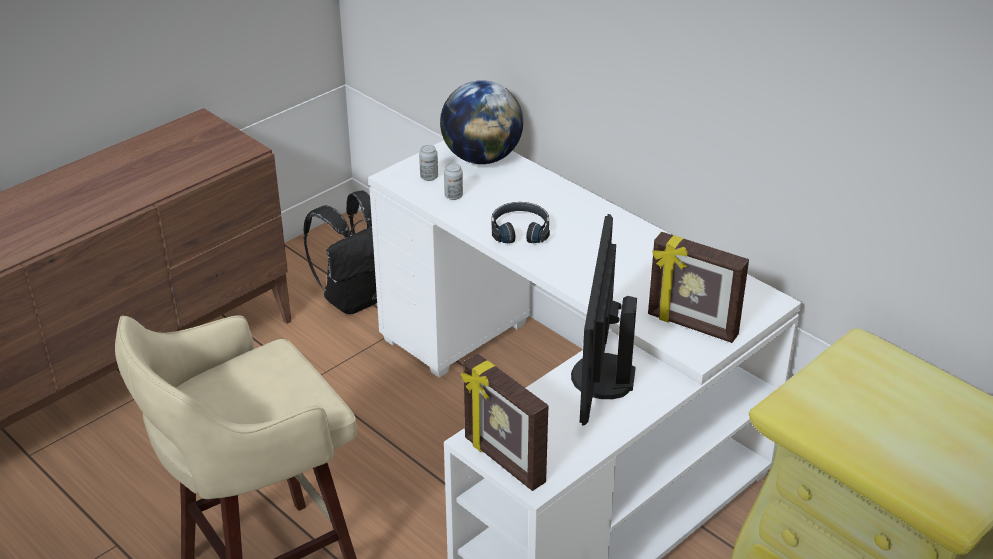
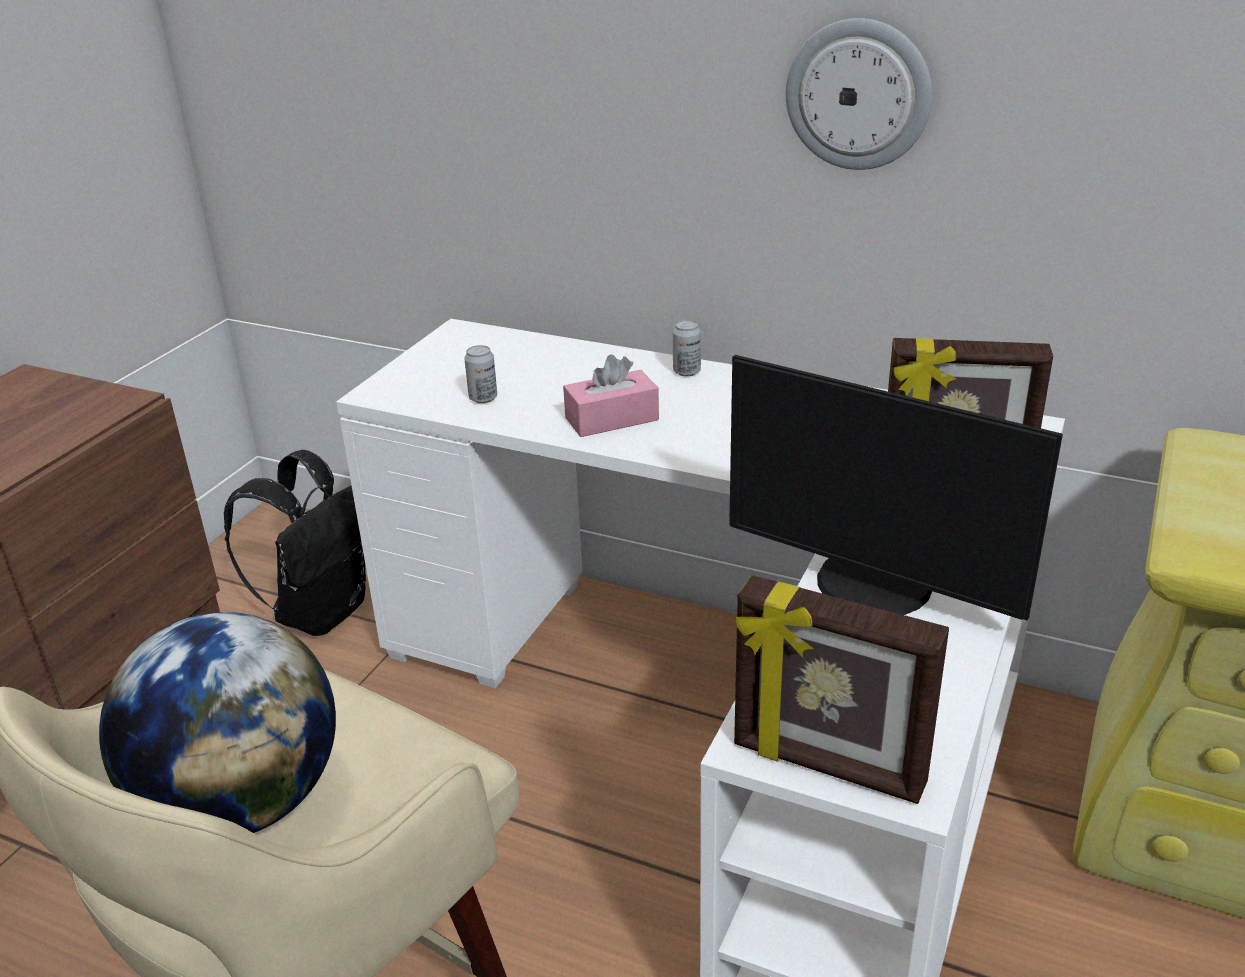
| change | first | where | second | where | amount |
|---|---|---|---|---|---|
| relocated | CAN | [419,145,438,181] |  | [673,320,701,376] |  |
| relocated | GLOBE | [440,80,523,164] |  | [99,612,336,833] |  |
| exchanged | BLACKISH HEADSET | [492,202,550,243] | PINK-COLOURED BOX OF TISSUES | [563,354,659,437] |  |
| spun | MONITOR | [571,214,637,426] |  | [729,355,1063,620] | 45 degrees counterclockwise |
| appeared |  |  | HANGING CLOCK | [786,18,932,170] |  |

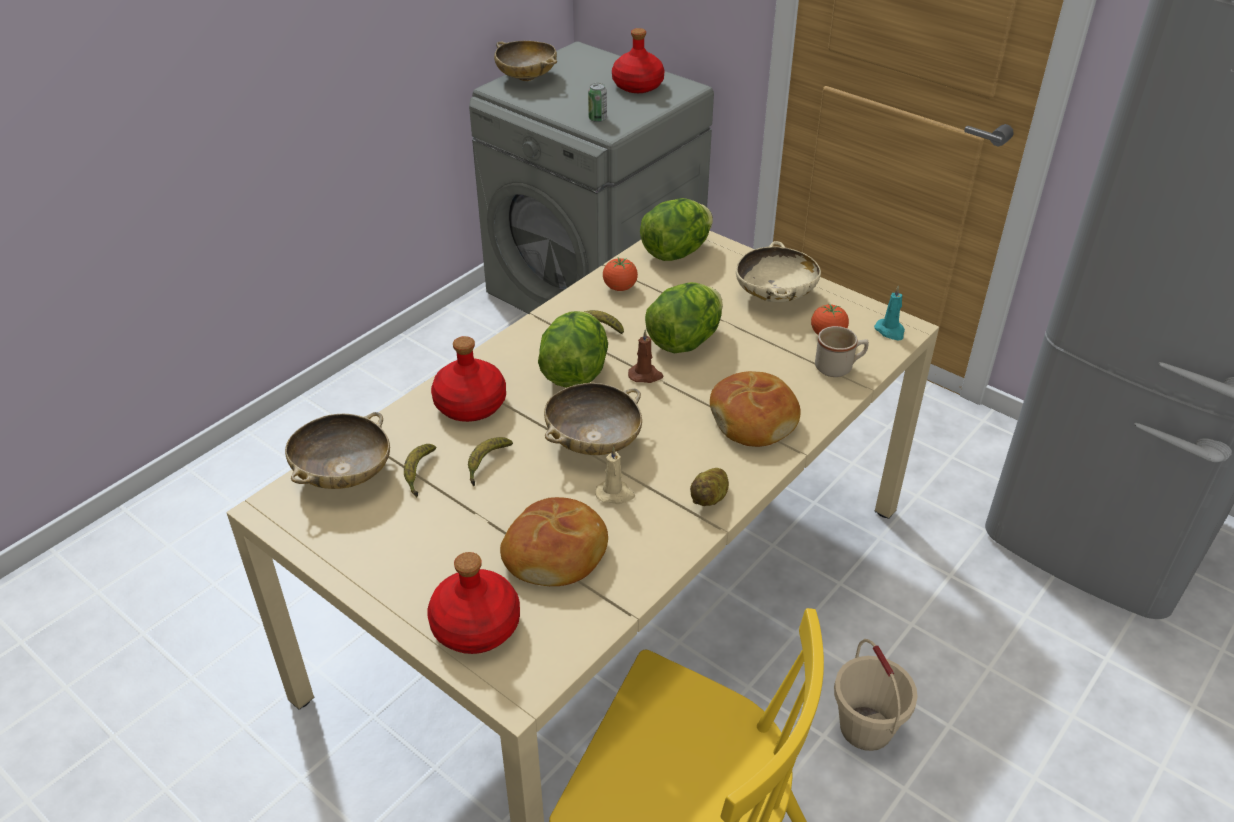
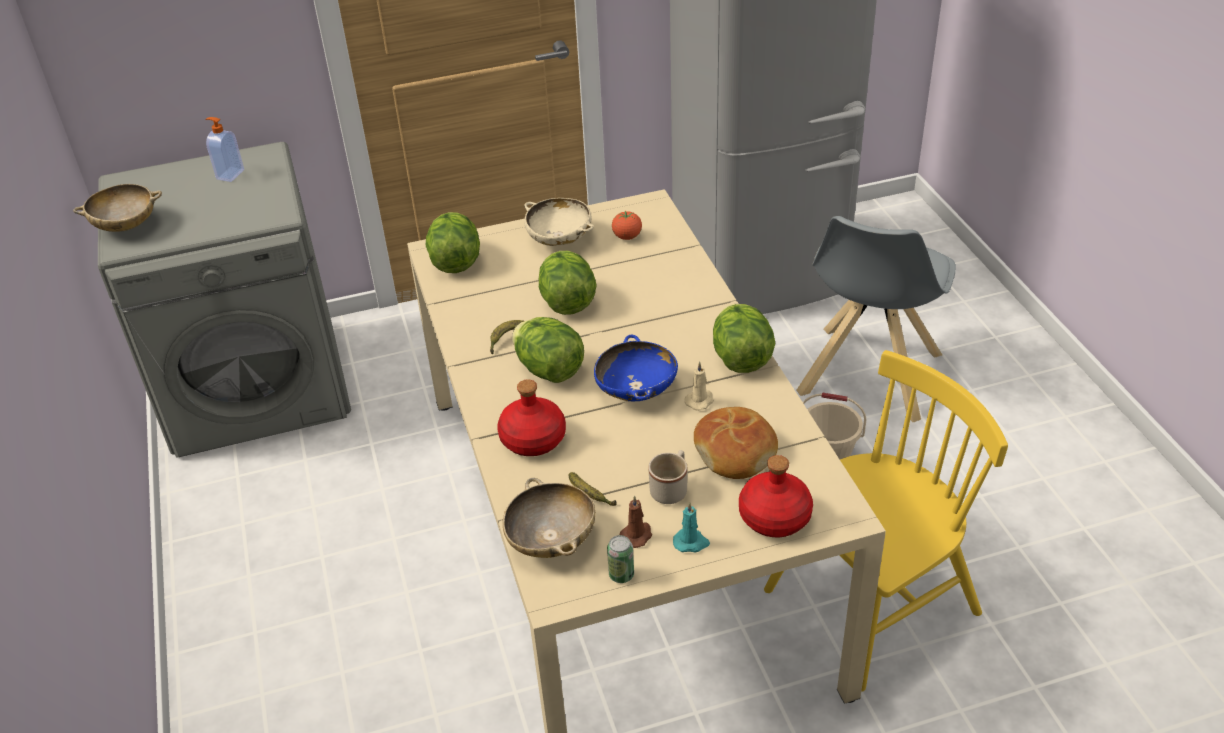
| change | first | where | second | where | amount |
|---|---|---|---|---|---|
| missing | WHOLE BANANA | [468,437,513,486] |  |  |  |
| colour | BEIGE DEEP DISH | [544,383,642,455] | BLUISH DEEP DISH | [594,335,678,401] |  |
| relocated | CAN | [588,83,607,122] |  | [607,535,634,583] |  |
| missing | FRESH TOMATO | [603,257,638,291] |  |  |  |
| exchanged | REDDISH DRINK BOTTLE | [612,28,665,93] | LIQUID SOAP BOTTLE | [205,117,244,182] |  |
| relocated | BROWN CANDLE | [628,329,663,383] |  | [620,496,652,548] |  |
| exchanged | POTATO | [690,468,729,506] | HEAD OF LETTUCE | [713,304,775,373] |  |
| missing | BAKERY BREAD | [710,371,801,447] |  |  |  |
| relocated | BEIGE MUG | [815,326,869,377] |  | [648,450,688,504] |  |
| relocated | TURQUOISE-COLOURED CANDLE | [874,285,905,341] |  | [673,502,710,553] |  |
| appeared |  |  | GREY CHAIR | [797,216,956,422] |  |

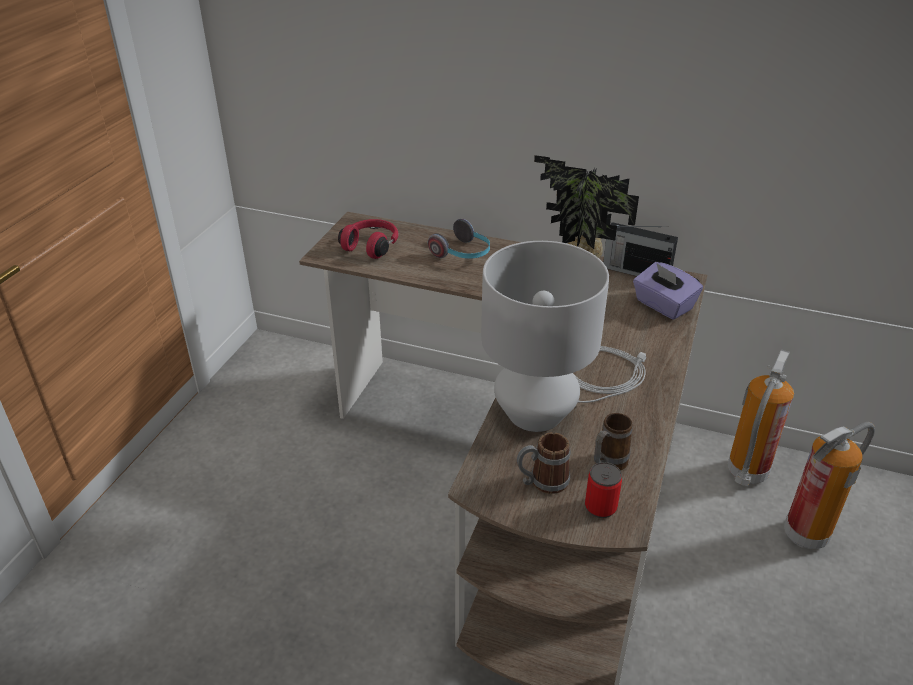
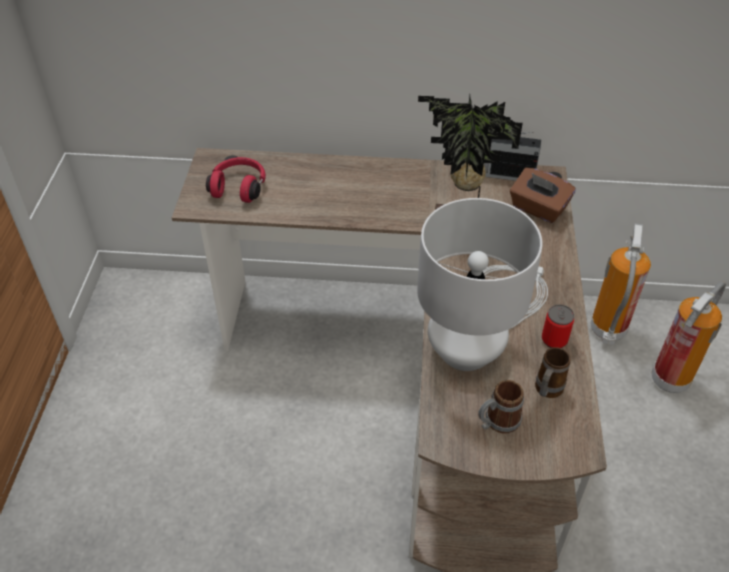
| change | first | where | second | where | amount |
|---|---|---|---|---|---|
| missing | HEADSET | [428,219,490,259] |  |  |  |
| relocated | CAN | [585,462,622,518] |  | [542,304,574,348] |  |
| colour | PURPLE-COLOURED BOX OF TISSUES | [633,262,703,320] | BROWN BOX OF TISSUES | [510,168,576,223] |  |

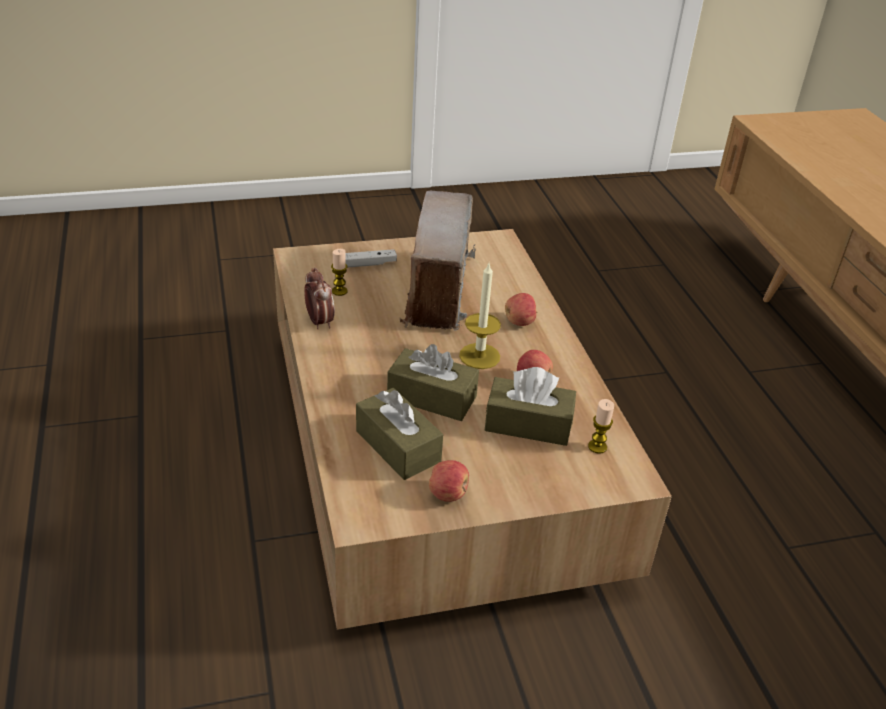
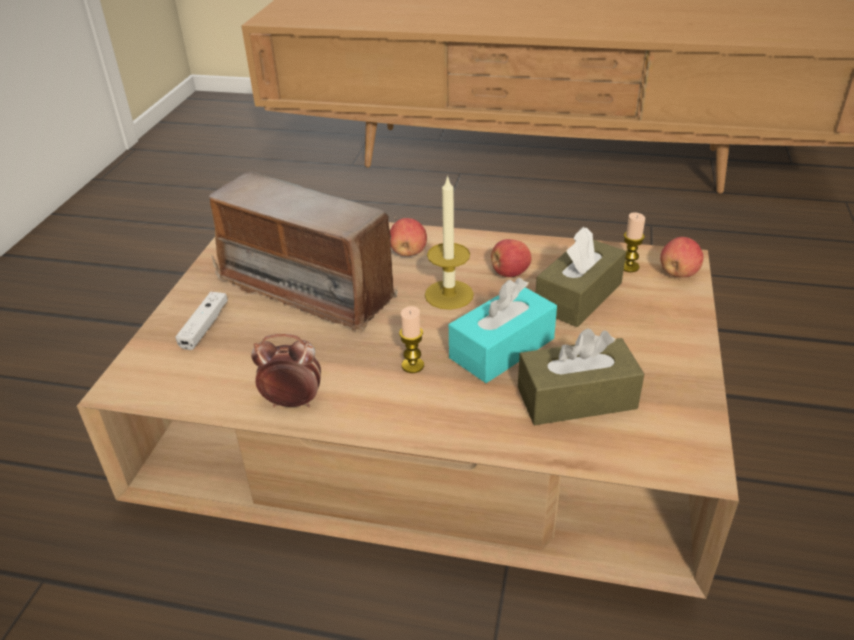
| change | first | where | second | where | amount |
|---|---|---|---|---|---|
| relocated | CANDLE | [331,249,348,296] |  | [399,306,424,373] |  |
| colour | BROWN BOX OF TISSUES | [387,344,479,421] | TURQUOISE-COLOURED BOX OF TISSUES | [449,278,557,383] |  |
| relocated | WHOLE APPLE | [429,460,469,502] |  | [660,237,703,277] |  |

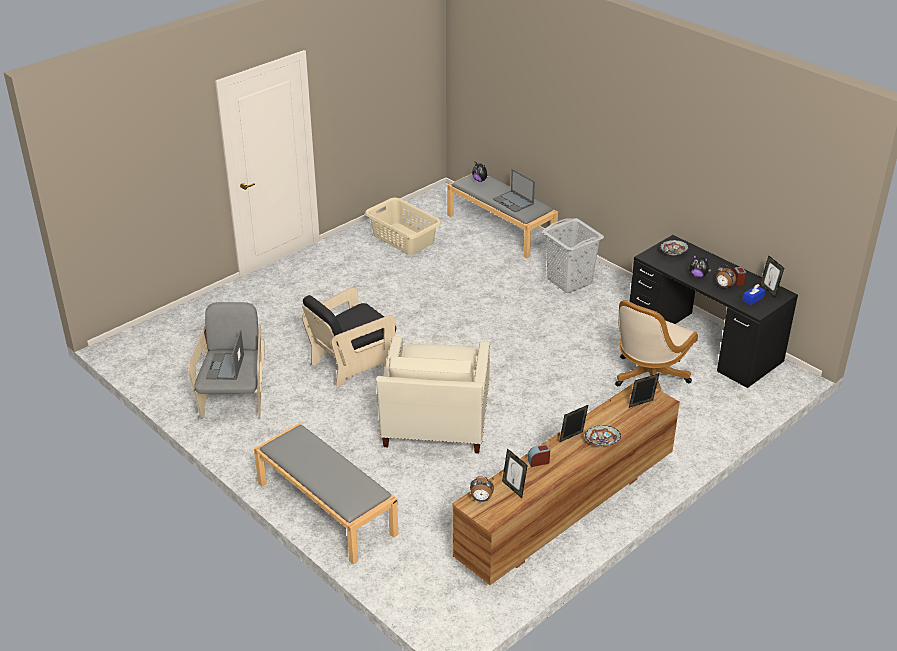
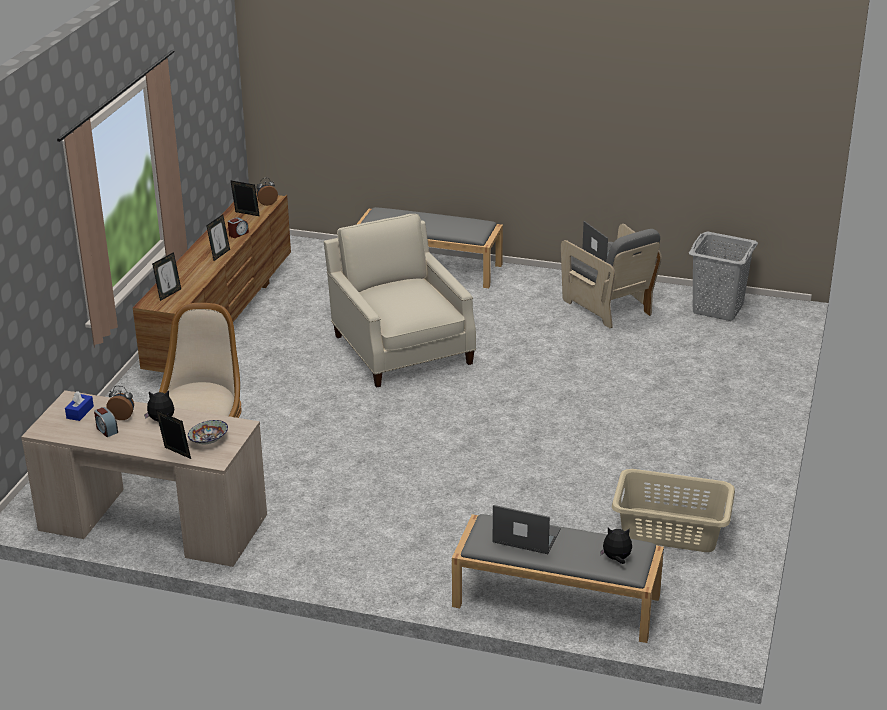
| change | first | where | second | where | amount |
|---|---|---|---|---|---|
| missing | BLACKISH ARMCHAIR | [302,287,396,386] |  |  |  |
| relocated | GREY HAMPER | [542,218,604,293] |  | [689,231,758,321] |  |
| missing | DEEP DISH | [585,425,621,446] |  |  |  |
| colour | BLACKISH DESK | [629,235,798,388] | BEIGE DESK | [21,390,267,567] |  |
| relocated | STANDING FRAME | [760,256,784,297] |  | [156,410,191,459] |  |

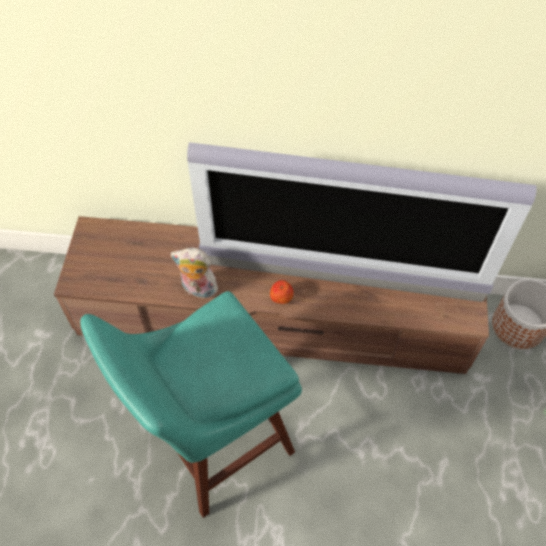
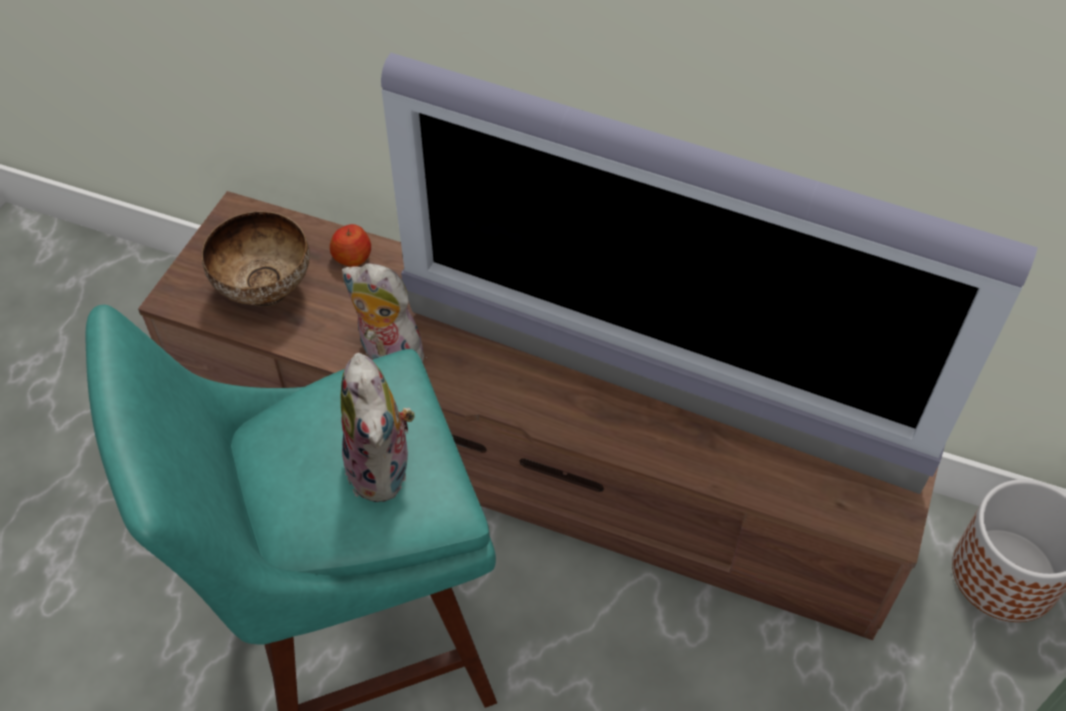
| change | first | where | second | where | amount |
|---|---|---|---|---|---|
| relocated | WHOLE APPLE | [270,280,294,304] |  | [330,224,371,267] |  |
| appeared |  |  | DEEP DISH | [202,211,310,307] |  |
| appeared |  |  | PLUSH TOY | [341,353,415,502] |  |

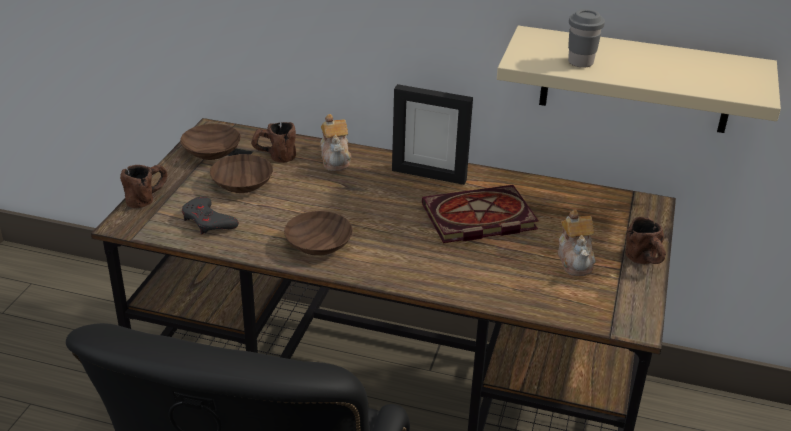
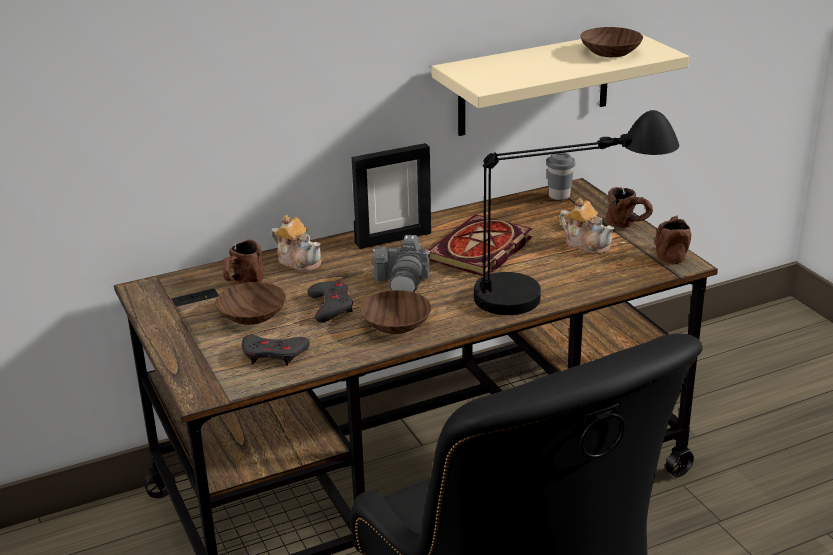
| change | first | where | second | where | amount |
|---|---|---|---|---|---|
| relocated | BROWN MUG | [120,165,168,208] |  | [655,215,691,264] |  |
| relocated | BROWN DEEP DISH | [180,124,241,160] |  | [580,27,643,57] |  |
| relocated | GREY SMALL CUP | [568,9,605,68] |  | [546,153,576,200] |  |
| appeared |  |  | GREY GAME CONTROLLER | [307,281,353,323] |  |
| appeared |  |  | STILL CAMERA | [372,235,430,292] |  |
| appeared |  |  | BLACKISH TABLETOP LAMP | [474,110,679,315] |  |

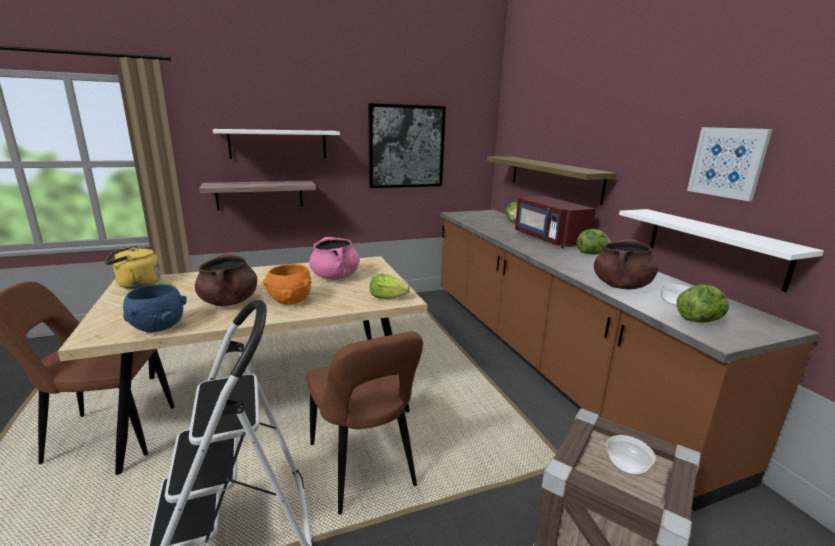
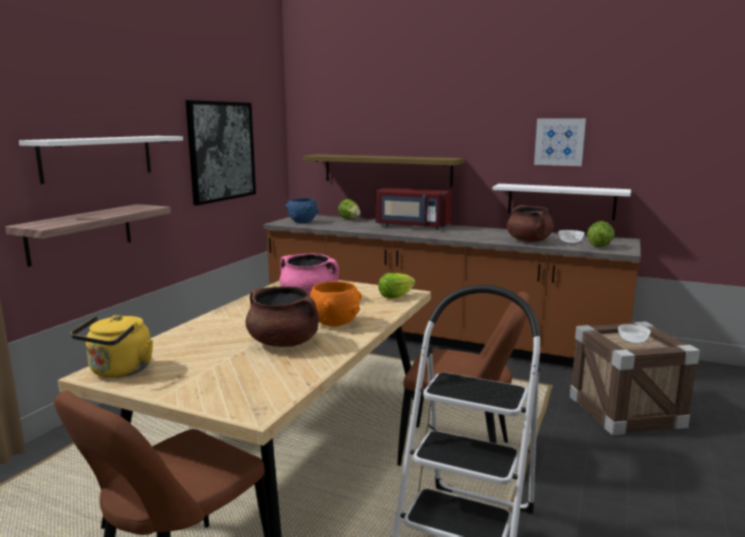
| change | first | where | second | where | amount |
|---|---|---|---|---|---|
| relocated | BLUISH DEEP DISH | [123,284,187,332] |  | [285,198,319,223] |  |
| missing | HEAD OF LETTUCE | [577,229,611,254] |  |  |  |

